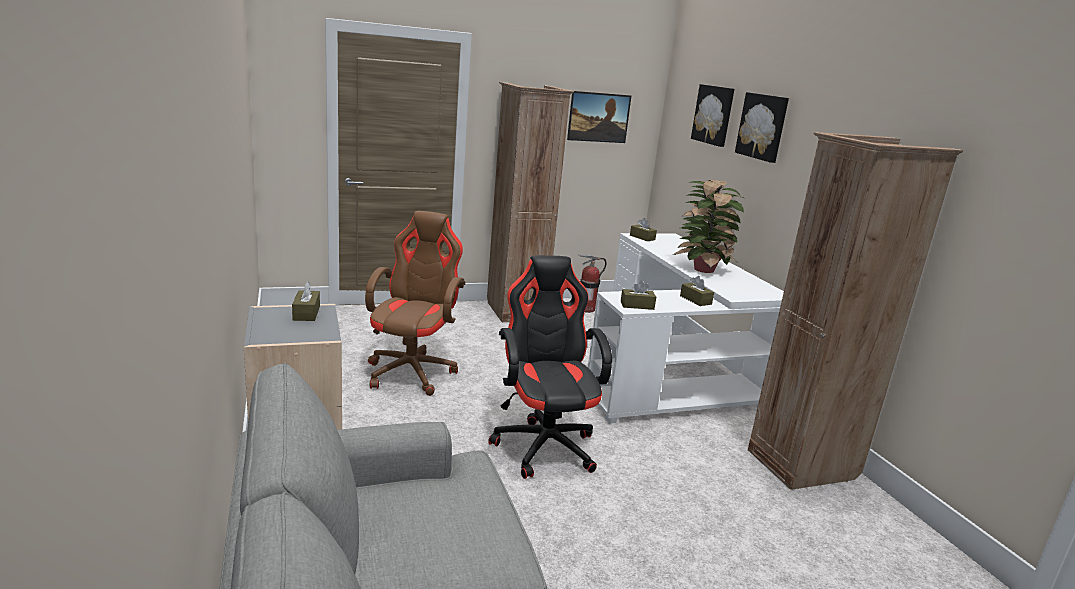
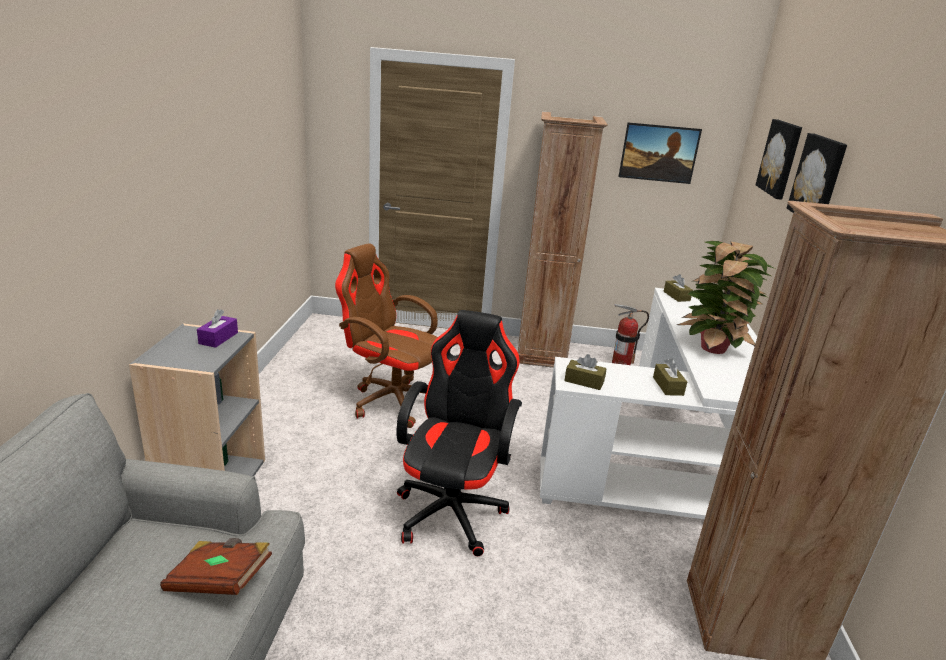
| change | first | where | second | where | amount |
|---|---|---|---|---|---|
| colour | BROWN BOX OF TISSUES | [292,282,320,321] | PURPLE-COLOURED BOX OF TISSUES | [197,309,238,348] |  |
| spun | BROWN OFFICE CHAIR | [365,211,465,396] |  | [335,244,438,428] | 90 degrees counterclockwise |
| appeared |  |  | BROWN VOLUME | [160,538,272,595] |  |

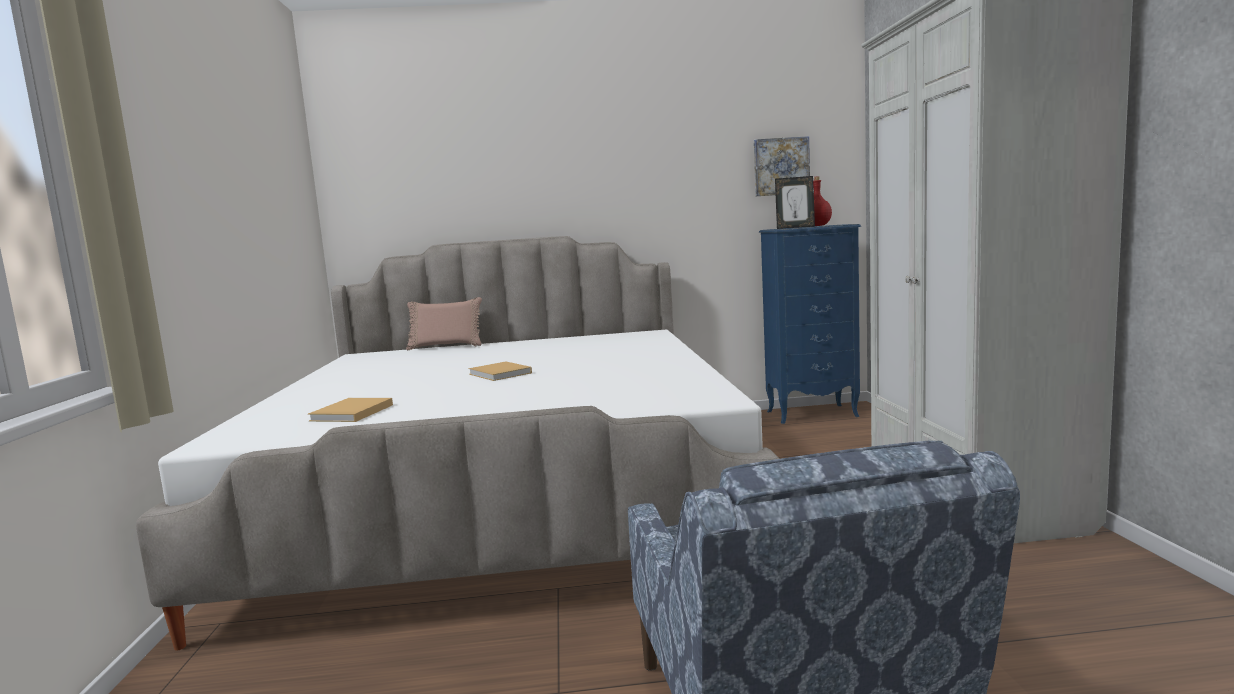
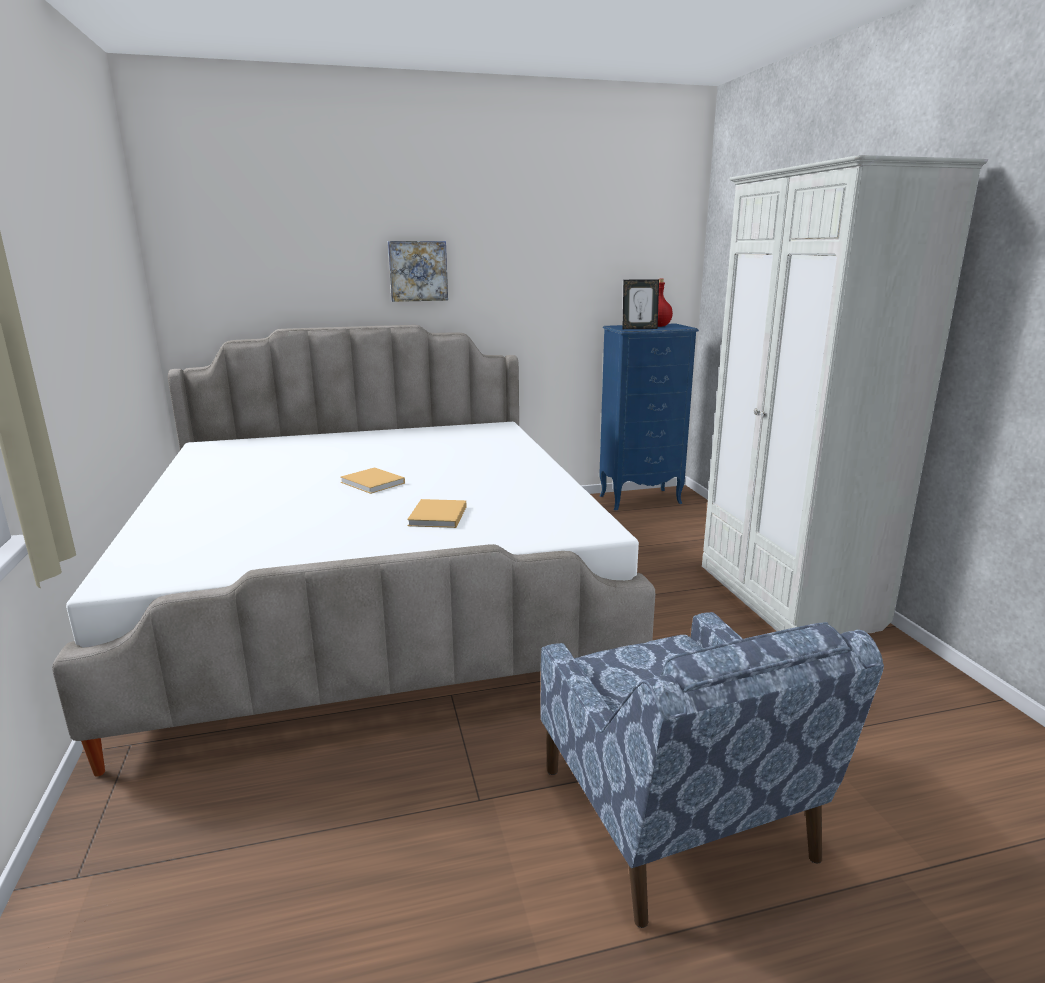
| change | first | where | second | where | amount |
|---|---|---|---|---|---|
| relocated | BEIGE VOLUME | [308,398,393,422] |  | [407,499,467,528] |  |
| missing | BEIGE CUSHION | [406,297,482,350] |  |  |  |
| relocated | WALL PICTURE | [754,136,810,196] |  | [388,241,448,302] |  |

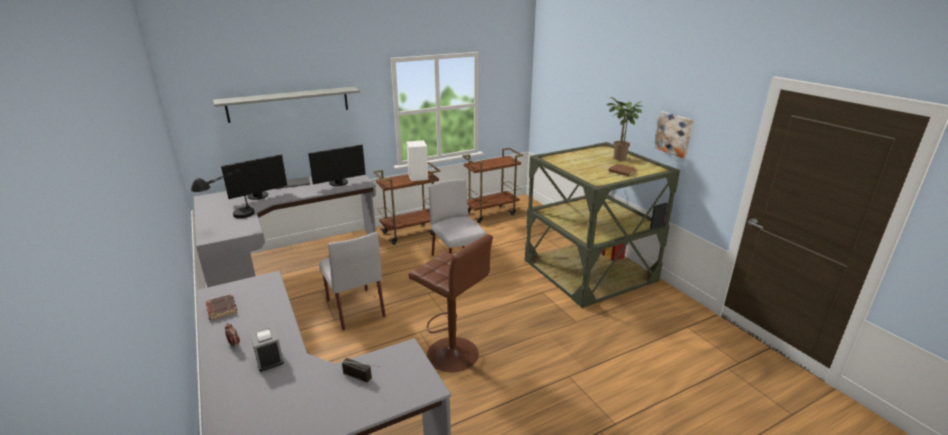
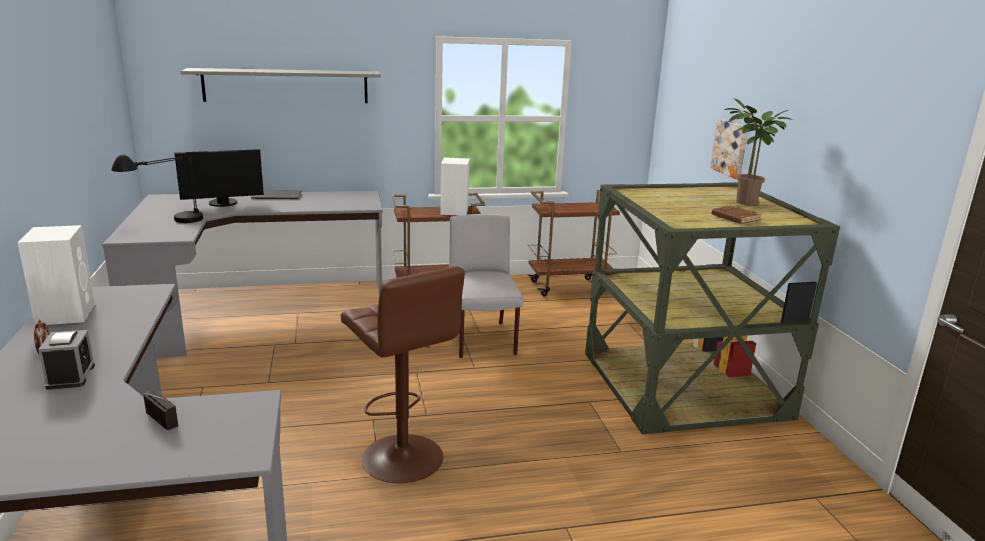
| change | first | where | second | where | amount |
|---|---|---|---|---|---|
| exchanged | BROWN VOLUME | [205,294,237,320] | WHITE AUDIO SPEAKER | [17,225,95,325] |  |
| missing | MONITOR | [308,145,366,186] |  |  |  |
| missing | GREY CHAIR | [319,232,386,331] |  |  |  |
| relocated | WALL PICTURE | [654,112,693,158] |  | [710,119,748,179] |  |

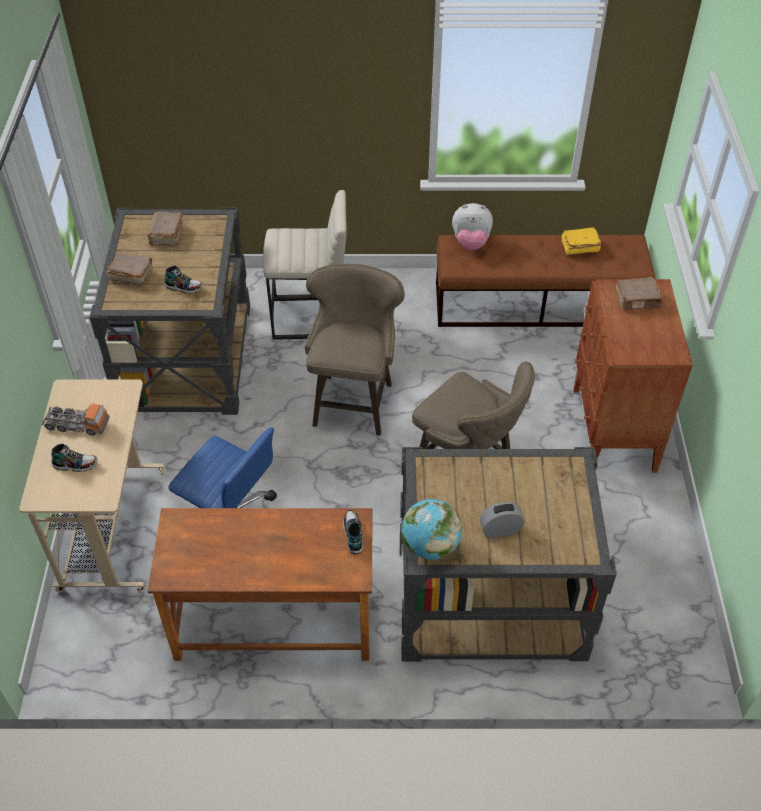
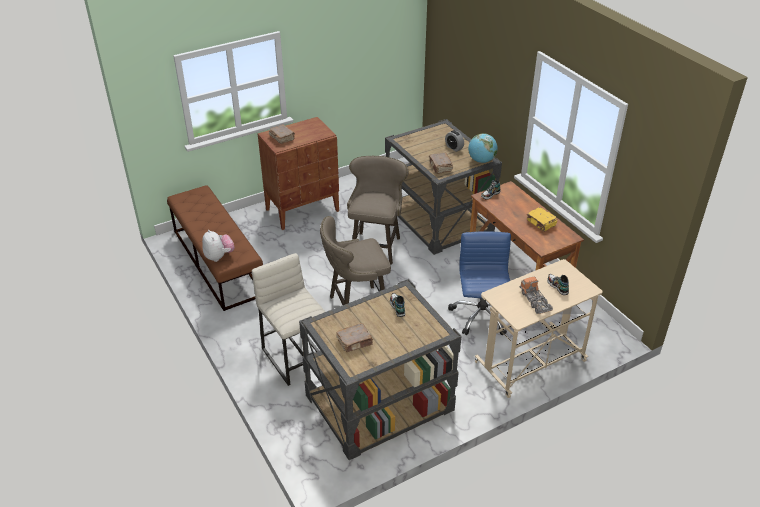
| change | first | where | second | where | amount |
|---|---|---|---|---|---|
| relocated | BROWN VOLUME | [107,252,153,285] |  | [429,153,453,174] |  |
| relocated | YELLOW VOLUME | [561,227,601,255] |  | [527,207,557,232] |  |

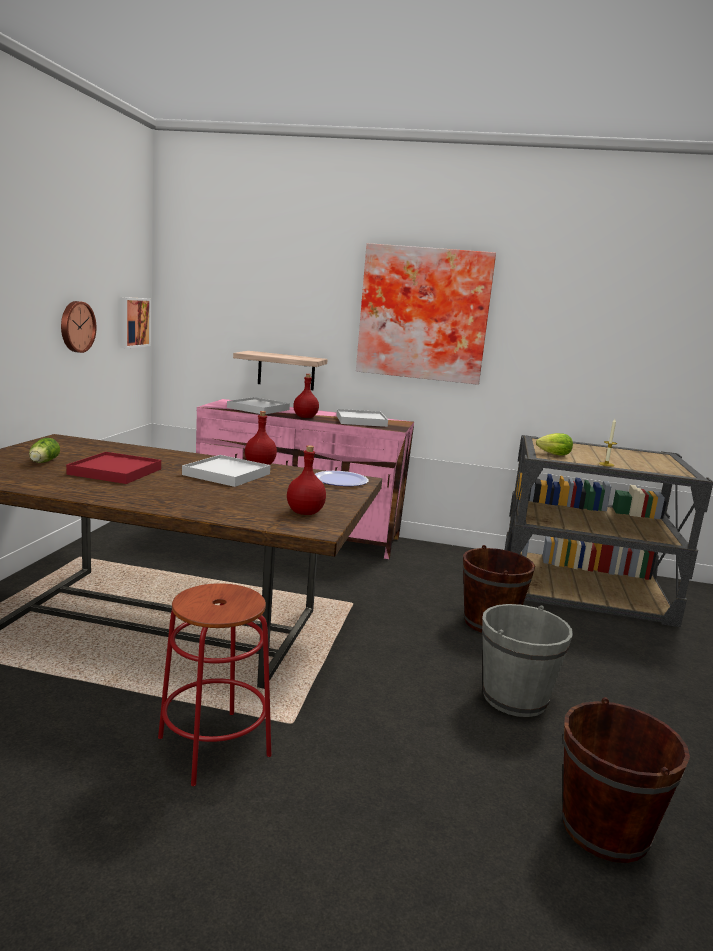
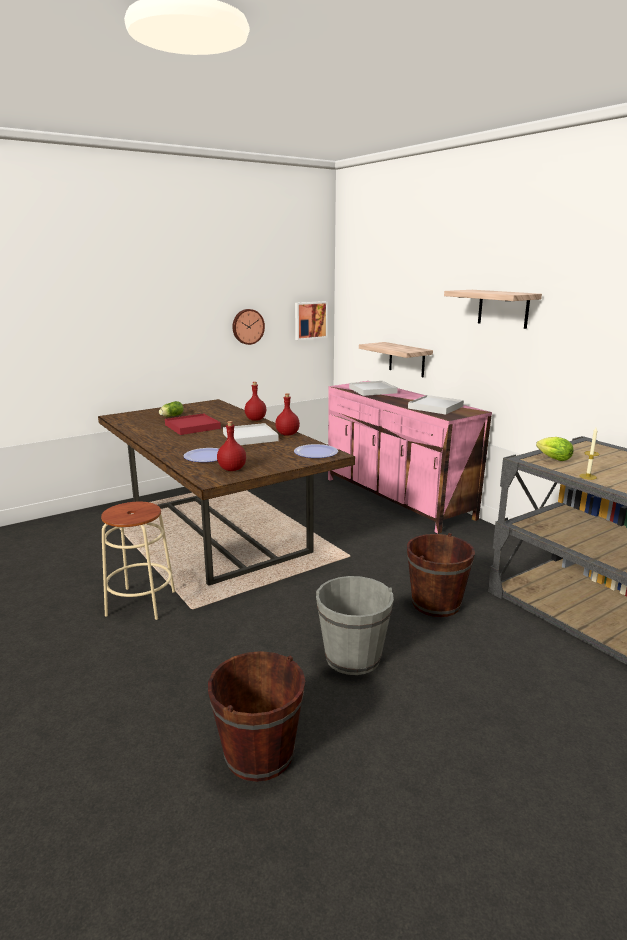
| change | first | where | second | where | amount |
|---|---|---|---|---|---|
| colour | REDDISH SITTING STOOL | [158,583,271,786] | BEIGE SITTING STOOL | [101,502,175,620] |  |
| relocated | REDDISH DRINK BOTTLE | [293,374,319,418] |  | [245,382,266,421] |  |
| exchanged | WALL PICTURE | [356,243,496,385] | BRACKET SHELF | [444,290,542,329] |  |
| appeared |  |  | DINNER PLATE | [183,448,219,462] |  |

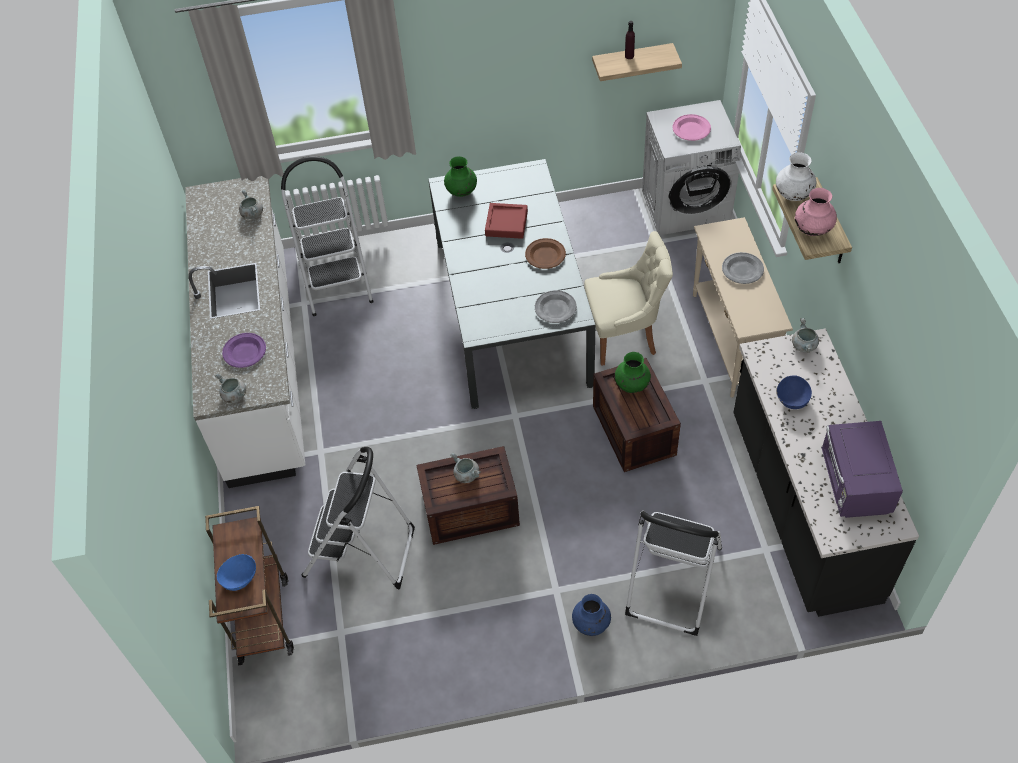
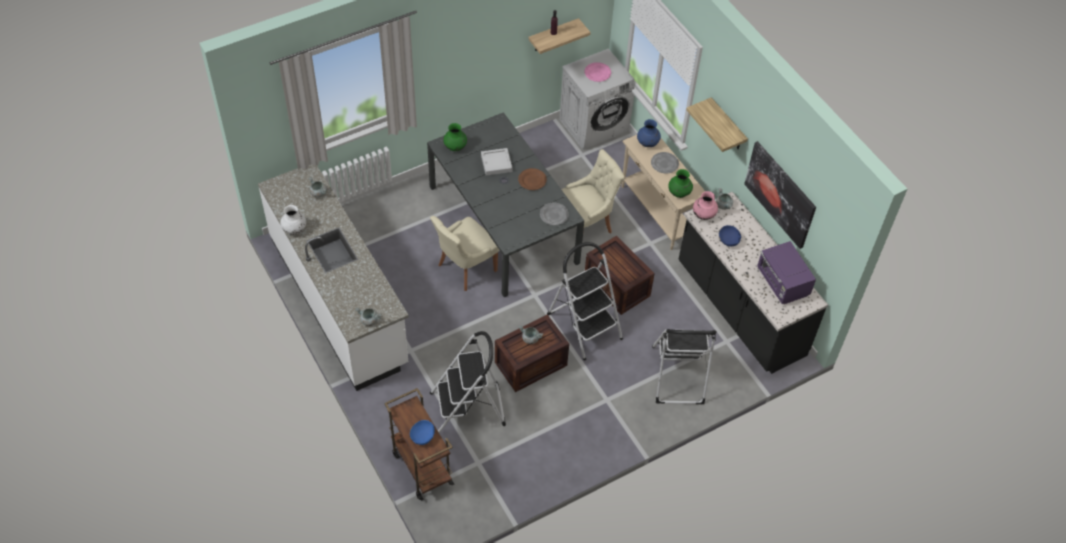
| change | first | where | second | where | amount |
|---|---|---|---|---|---|
| missing | PURPLE-COLOURED DINNER PLATE | [222,333,266,368] |  |  |  |
| relocated | STEPLADDER | [281,156,373,316] |  | [547,242,623,360] |  |
| colour | REDDISH SERVING TRAY | [485,203,528,239] | GREY SERVING TRAY | [481,148,512,176] |  |
| relocated | BLUISH VASE | [572,594,611,636] |  | [637,119,661,147] |  |
| relocated | GREEN-COLOURED VASE | [615,352,651,393] |  | [668,169,693,198] |  |
| relocated | WHITE VASE | [776,152,816,201] |  | [280,205,306,234] |  |
| relocated | PINK-COLOURED VASE | [795,188,837,236] |  | [693,191,718,220] |  |
| appeared |  |  | BEIGE CHAIR | [430,216,499,291] |  |
| appeared |  |  | WALL PICTURE | [744,141,816,249] |  |

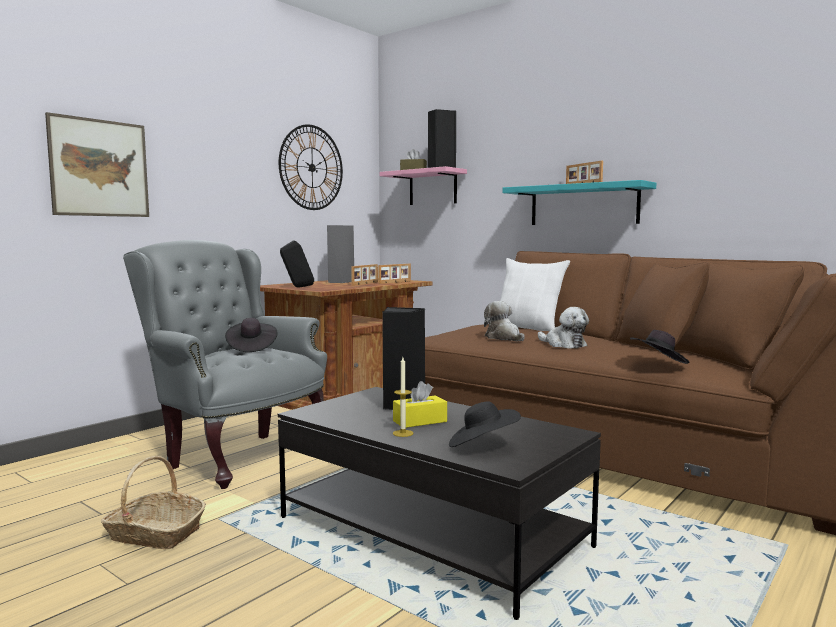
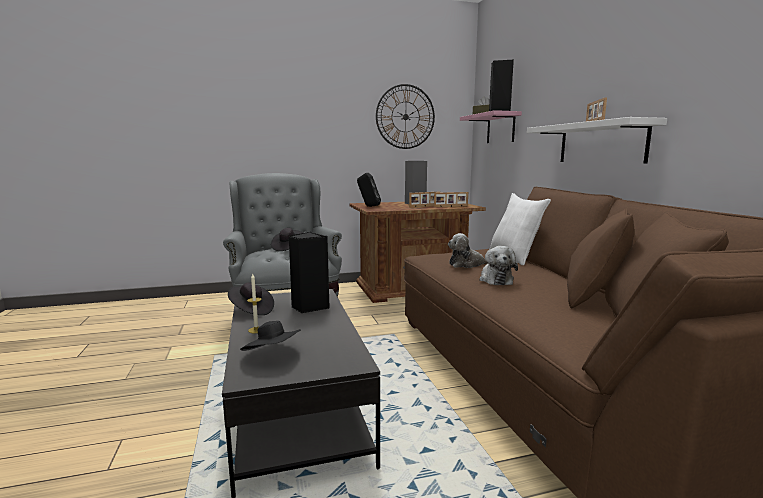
| change | first | where | second | where | amount |
|---|---|---|---|---|---|
| missing | WALL PICTURE | [45,112,149,217] |  |  |  |
| missing | HOUSEHOLD BASKET | [101,456,206,549] |  |  |  |
| missing | YELLOW BOX OF TISSUES | [393,381,447,428] |  |  |  |
| spun | PLUSH TOY | [484,301,525,341] |  | [448,233,488,268] | 105 degrees counterclockwise |
| colour | TURQUOISE-COLOURED BRACKET SHELF | [503,180,656,225] | WHITE BRACKET SHELF | [527,117,667,163] |  |
| relocated | BLACKISH WEARABLE HAT | [630,330,689,364] |  | [228,282,274,315] |  |

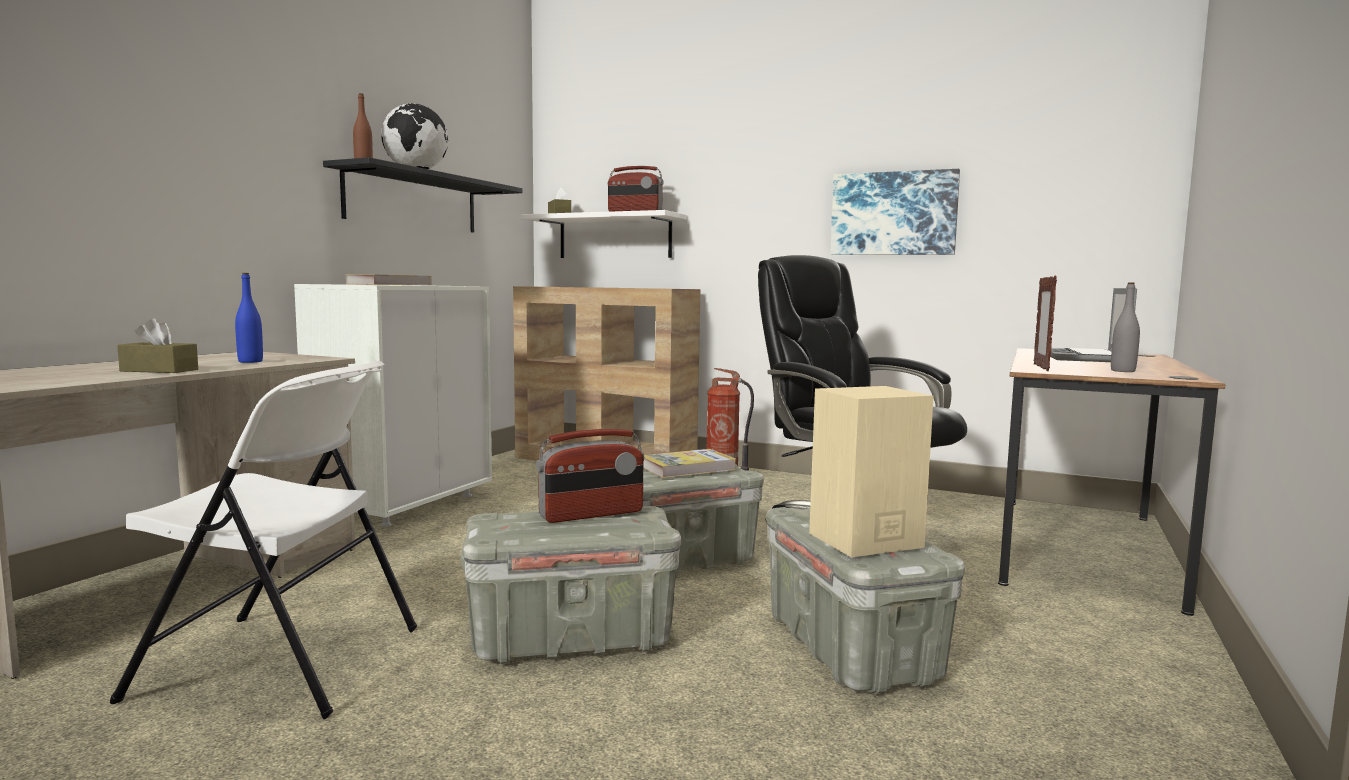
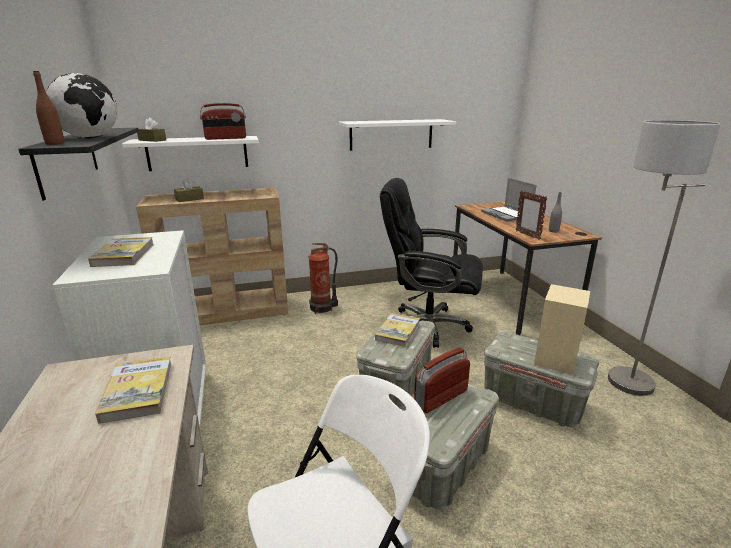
| change | first | where | second | where | amount |
|---|---|---|---|---|---|
| relocated | BROWN BOX OF TISSUES | [117,318,198,373] |  | [174,178,204,202] |  |
| exchanged | BLUISH DRINK BOTTLE | [235,273,263,363] | VOLUME | [95,356,172,424] |  |
| spun | RADIO | [536,429,644,523] |  | [414,347,470,413] | 150 degrees counterclockwise |
| exchanged | WALL PICTURE | [830,169,960,255] | WHITE BRACKET SHELF | [339,119,456,151] |  |
| appeared |  |  | GREY FLOOR LAMP | [608,120,720,396] |  |

